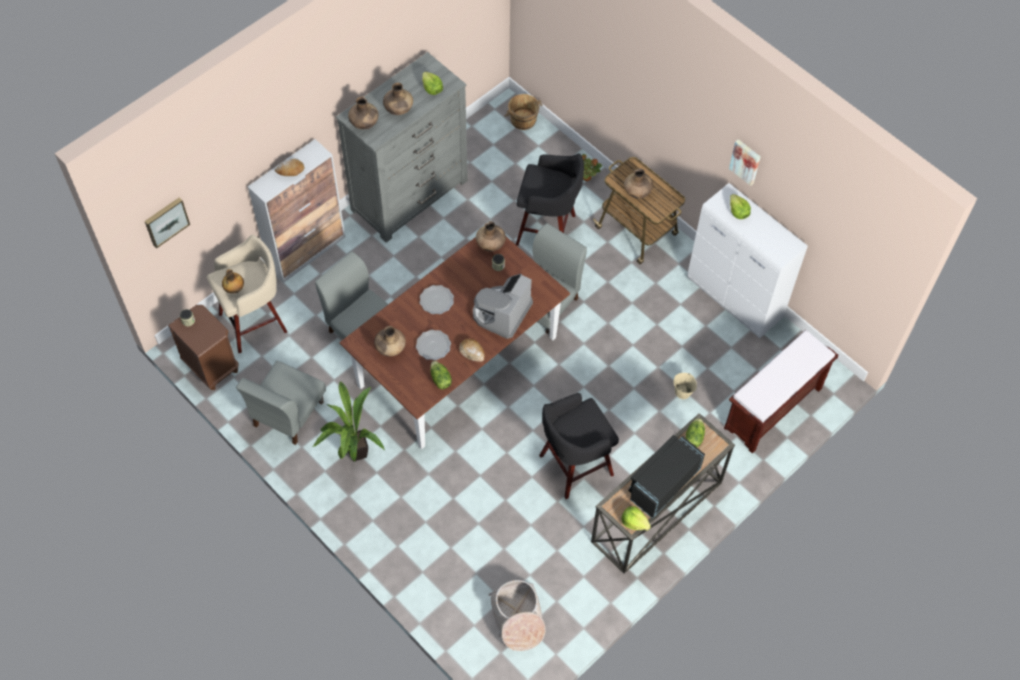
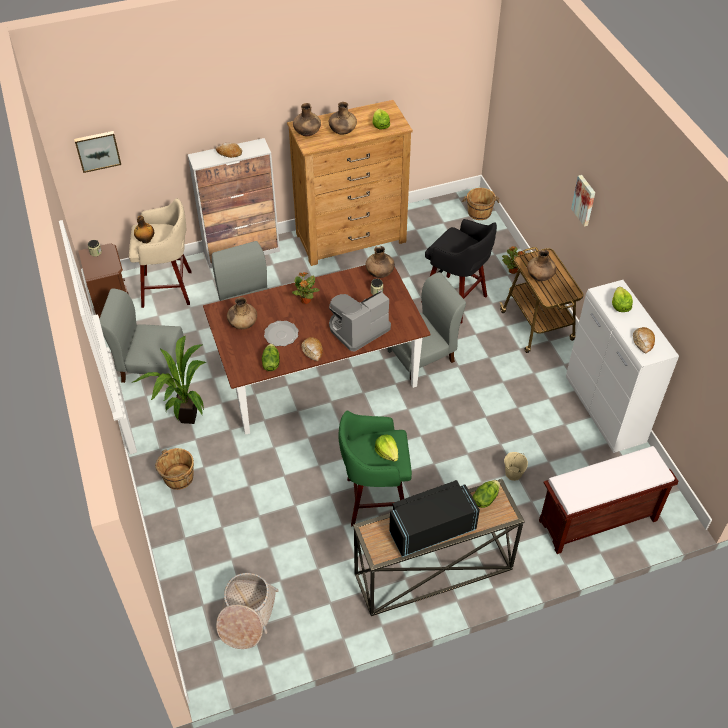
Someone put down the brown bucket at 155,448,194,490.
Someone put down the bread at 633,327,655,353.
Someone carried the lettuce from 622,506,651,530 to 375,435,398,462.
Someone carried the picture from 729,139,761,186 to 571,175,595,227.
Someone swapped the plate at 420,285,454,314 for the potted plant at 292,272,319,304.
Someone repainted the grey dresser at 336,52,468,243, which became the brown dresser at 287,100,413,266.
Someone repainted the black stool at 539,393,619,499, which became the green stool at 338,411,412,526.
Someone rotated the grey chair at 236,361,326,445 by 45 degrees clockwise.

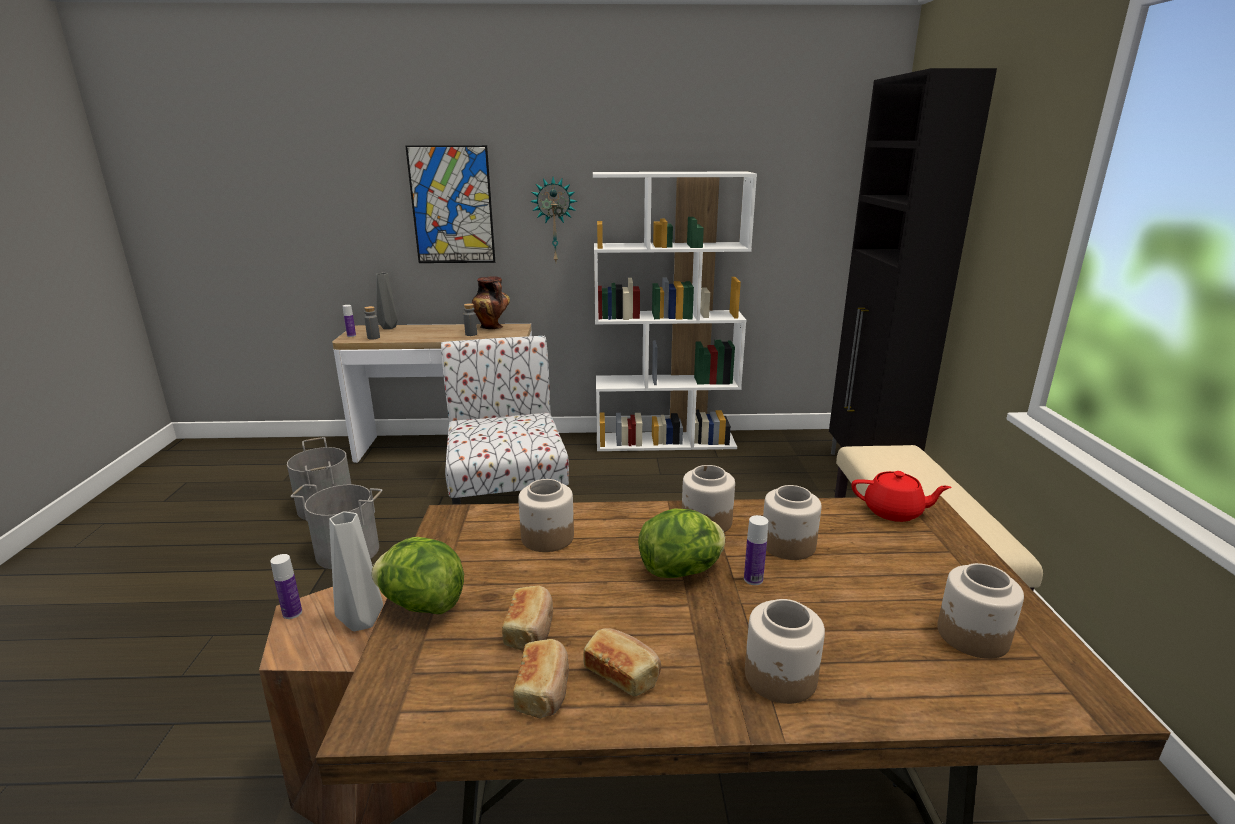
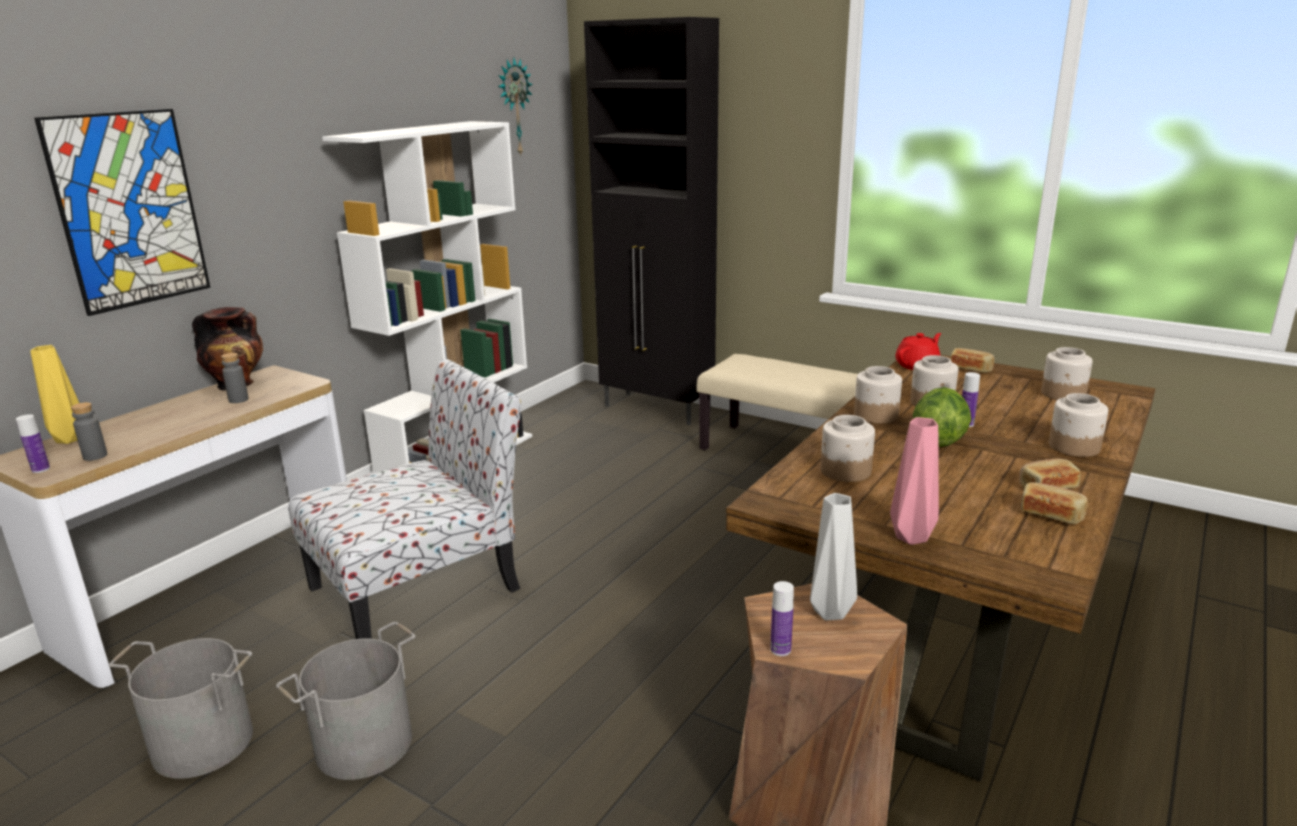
Someone carried the bread from 502,586,553,651 to 950,348,995,373.
Someone carried the wall clock from 530,177,577,262 to 498,58,533,157.
Someone swapped the lettuce at 371,537,464,614 for the pink vase at 890,417,939,545.
Someone repainted the grey vase at 376,273,397,329, which became the yellow vase at 30,345,79,444.
Someone rotated the chair at 441,335,569,505 by 120 degrees clockwise.

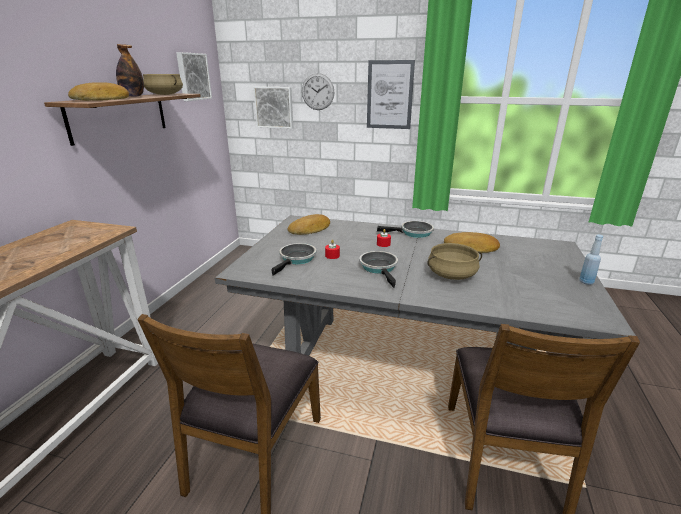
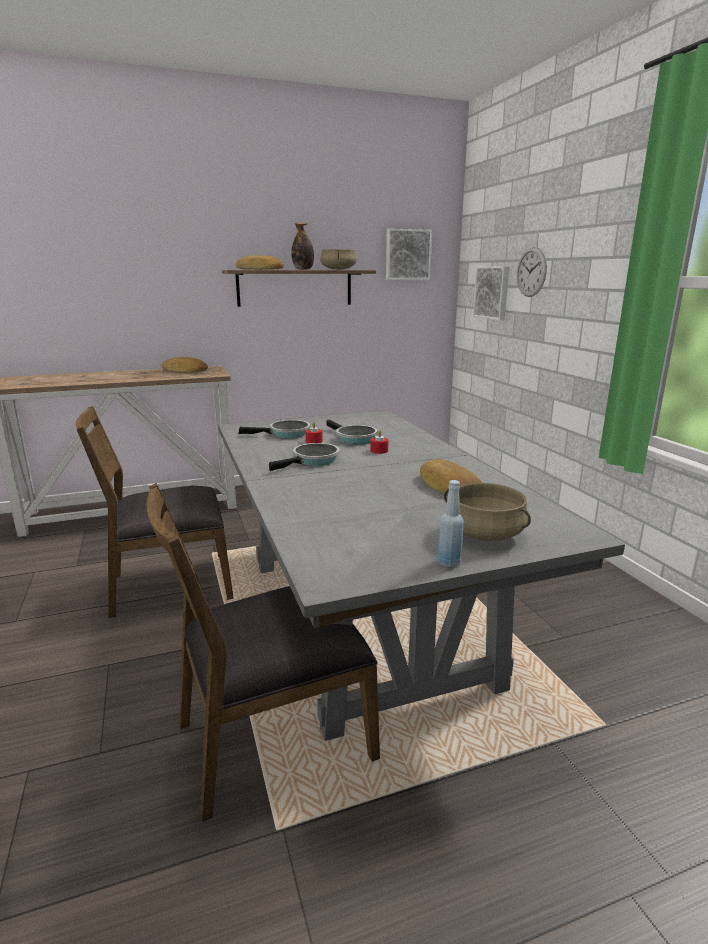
Someone took away the picture at 367,60,415,129.
Someone carried the bread from 288,214,330,235 to 162,357,208,373.
Someone carried the frying pan from 377,221,434,238 to 326,419,377,444.
Someone carried the beige cooking pot from 427,243,482,280 to 444,483,531,541.

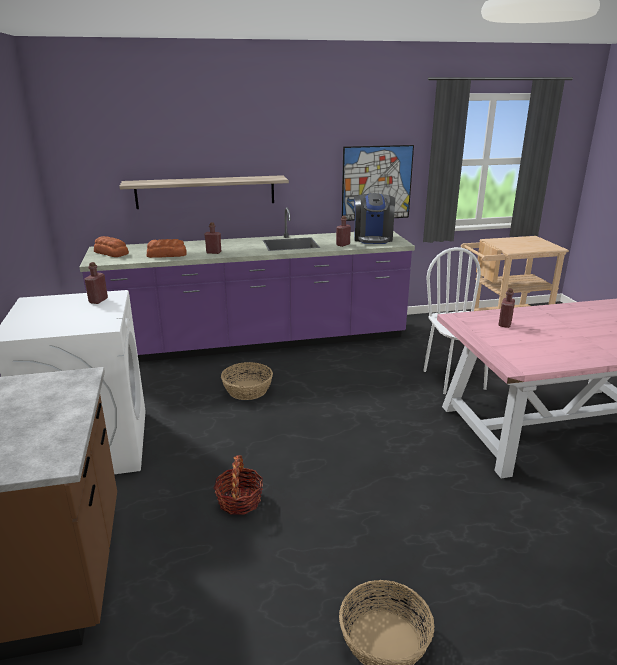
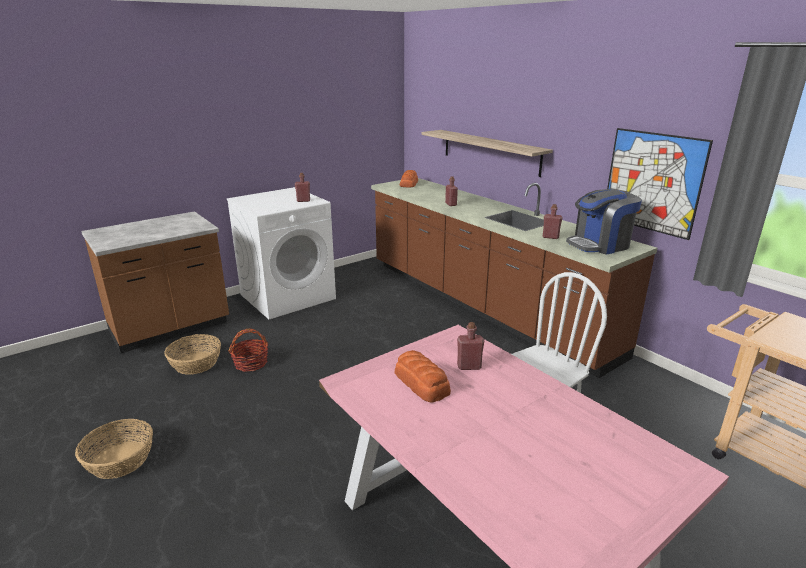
Someone carried the bread from 147,239,187,258 to 395,350,451,403.
Someone carried the basket from 221,362,273,400 to 164,334,221,375.
Someone repainted the purple counter at 79,207,415,362, which became the brown counter at 371,178,657,378.

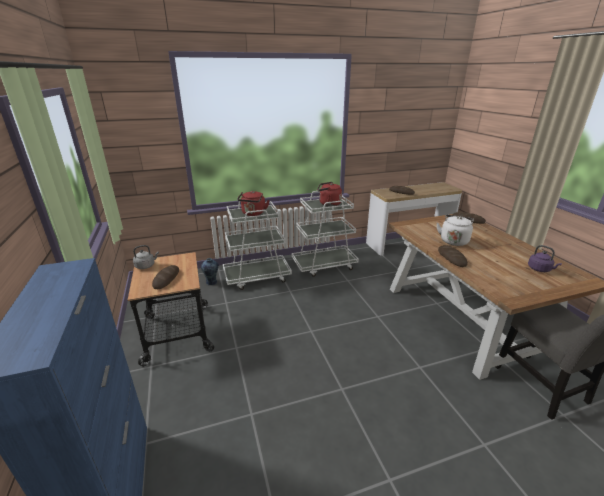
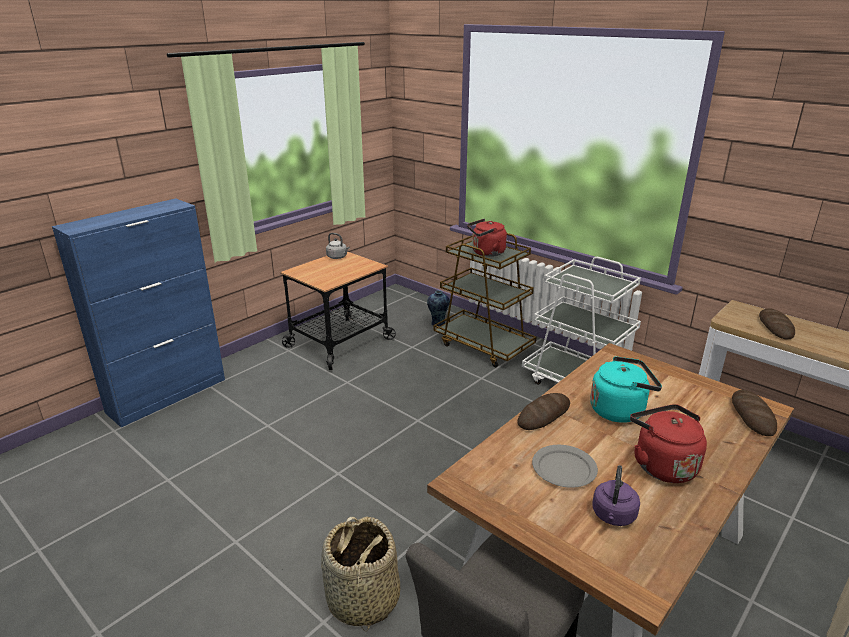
Someone took away the bread at 152,265,179,289.
Someone put down the basket at 321,516,400,631.
Someone put down the grey plate at 532,445,598,488.
Someone carried the red kettle from 317,182,342,206 to 630,404,707,483.
Someone repainted the white cart at 223,201,292,290, which became the brown cart at 433,233,537,367.
Someone repainted the white kettle at 437,215,474,246, which became the turquoise kettle at 590,356,662,423.

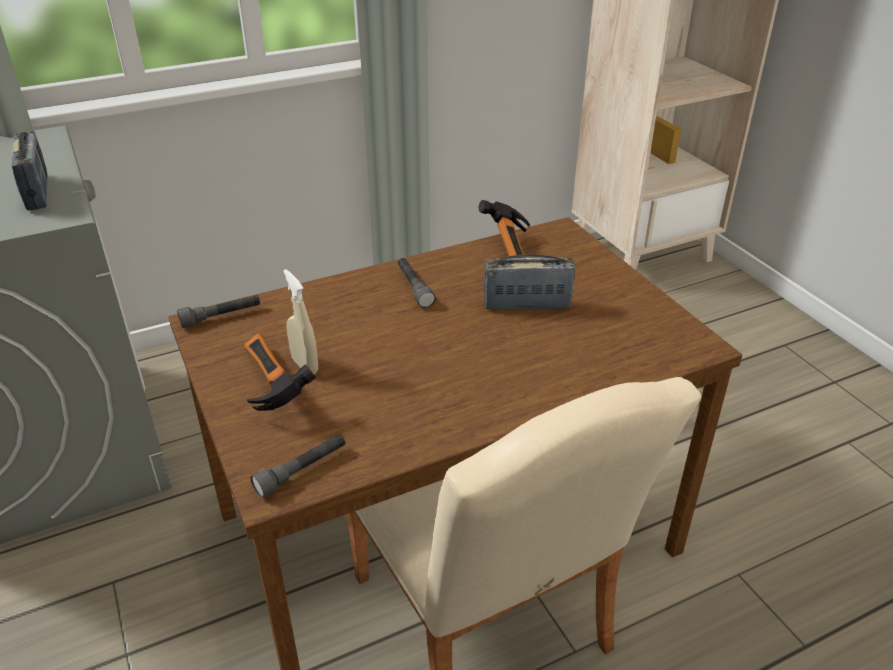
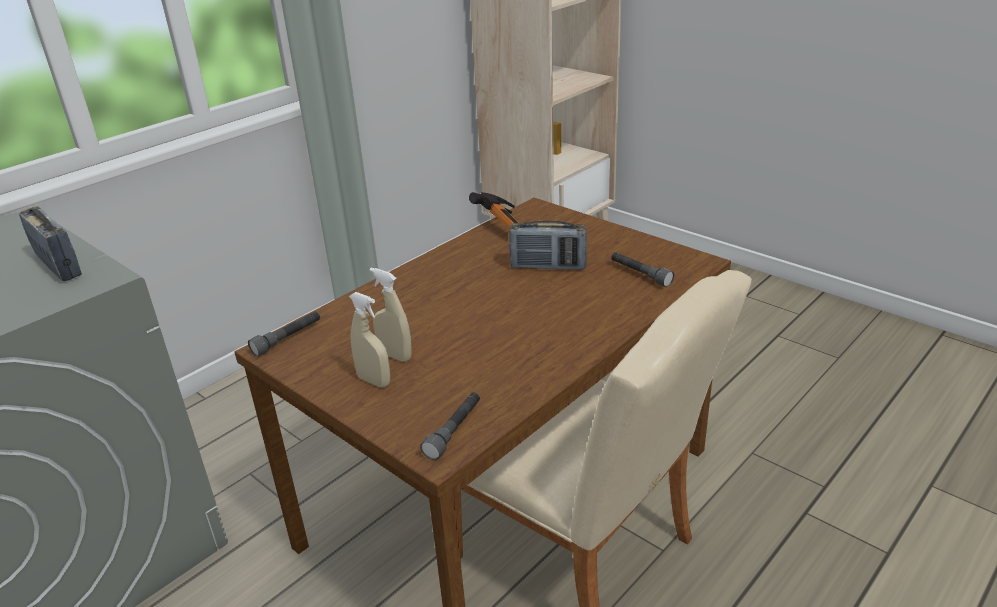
Someone carried the grey flashlight from 398,258,436,308 to 611,252,674,287.
Someone swapped the hammer at 244,333,316,411 for the beige spray bottle at 349,292,390,387.
Someone rotated the radio at 484,254,575,310 by 150 degrees counterclockwise.

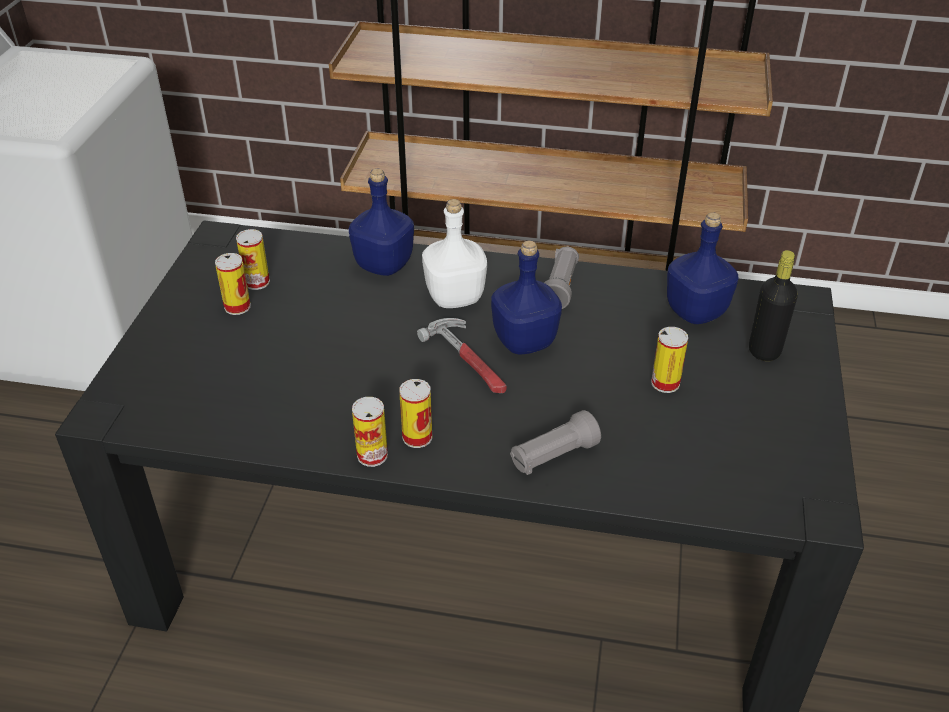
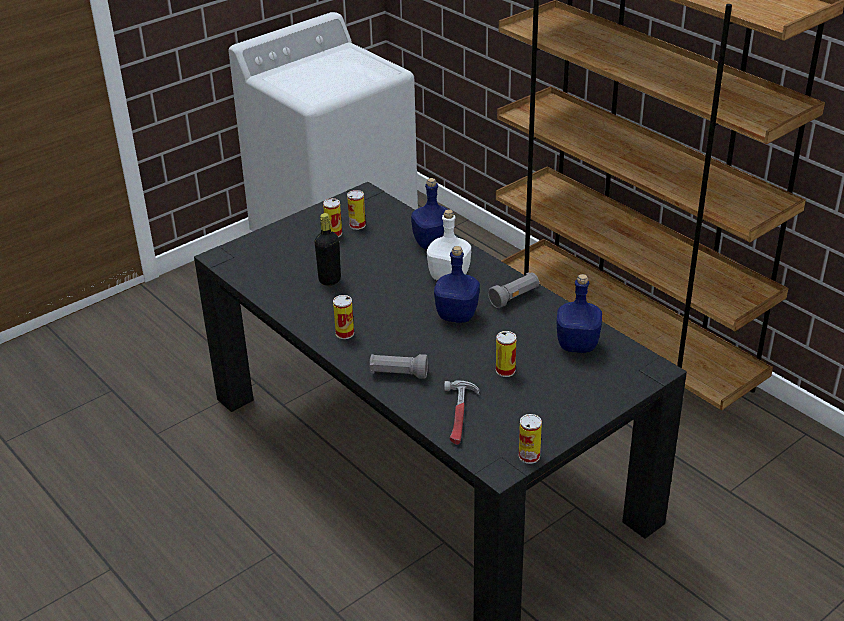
Someone carried the can from 352,397,388,467 to 519,414,542,464.
Someone carried the hammer from 417,318,507,393 to 444,380,479,445.
Someone carried the black bottle from 749,250,798,361 to 315,213,341,286.

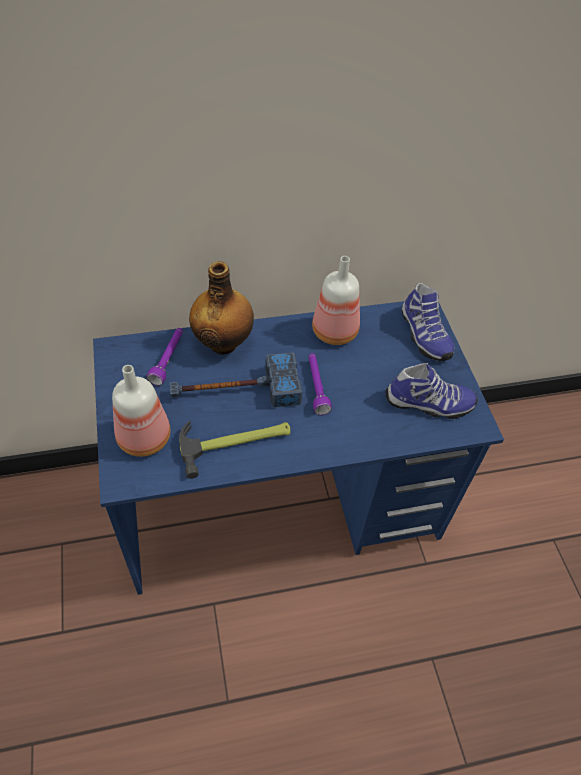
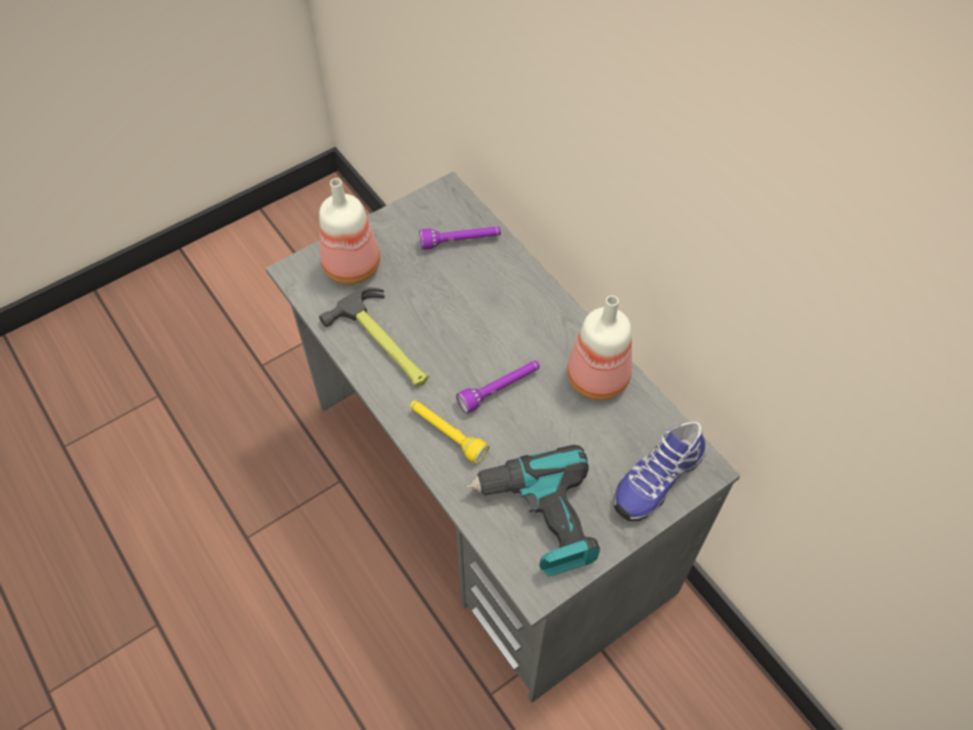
Someone took away the hammer at 170,352,303,407.
Someone took away the bottle at 189,261,254,355.
Someone put down the yellow flashlight at 410,400,490,464.
Someone swapped the shoe at 385,363,478,419 for the power drill at 466,445,600,576.
Someone repainted the blue desk at 93,301,504,595, which became the grey desk at 266,172,740,703.

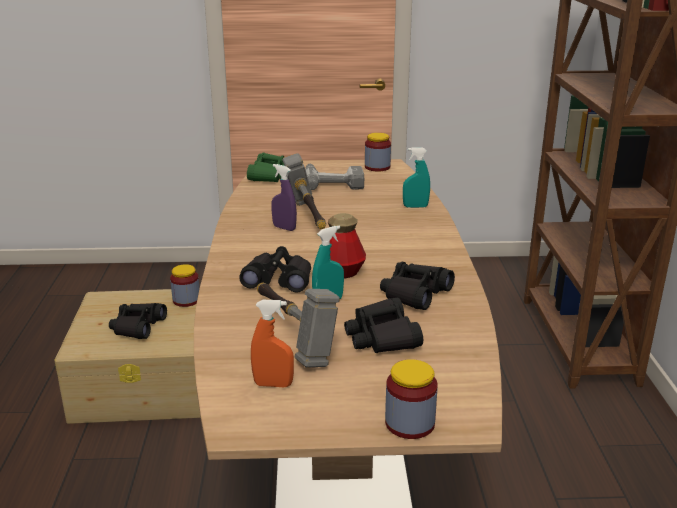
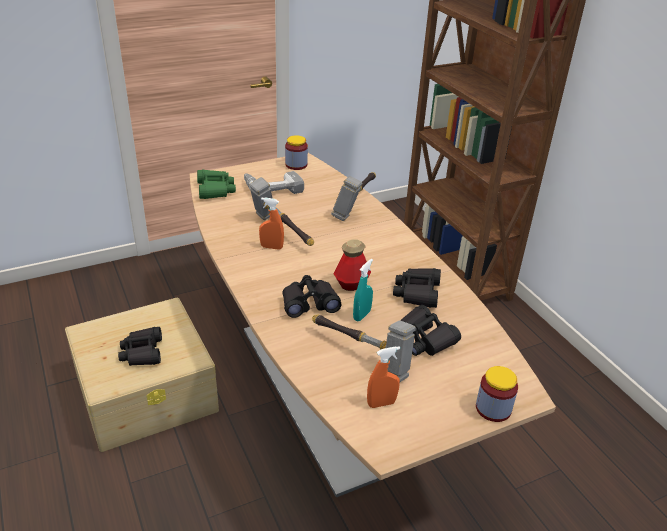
Someone took away the jar at 170,264,199,307.
Someone swapped the turquoise spray bottle at 403,147,430,208 for the hammer at 331,172,376,221.
Someone repainted the purple spray bottle at 272,164,297,231, which became the orange spray bottle at 259,197,284,250.

